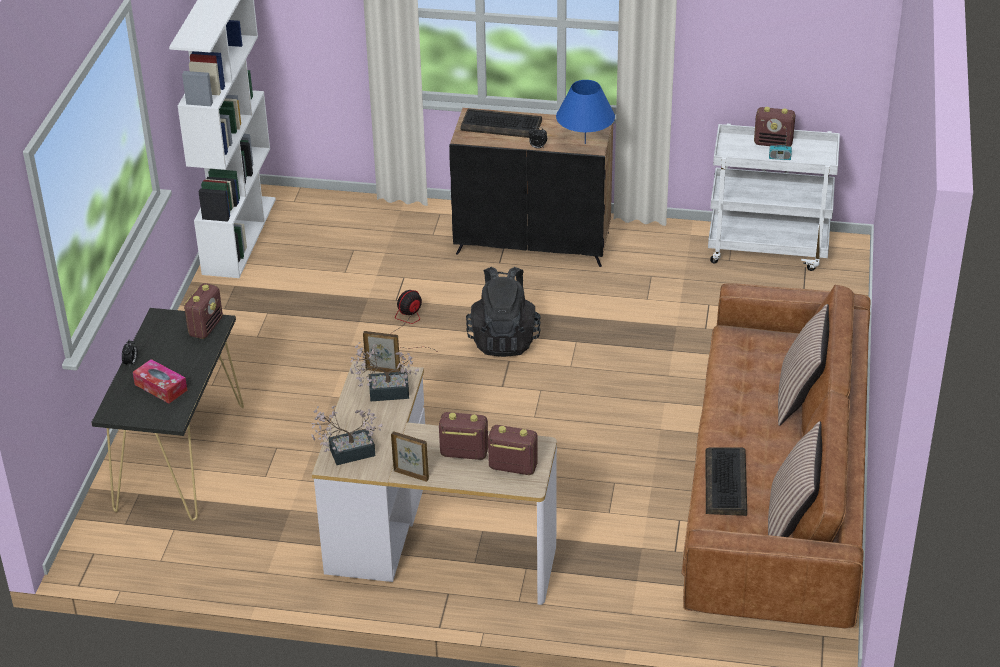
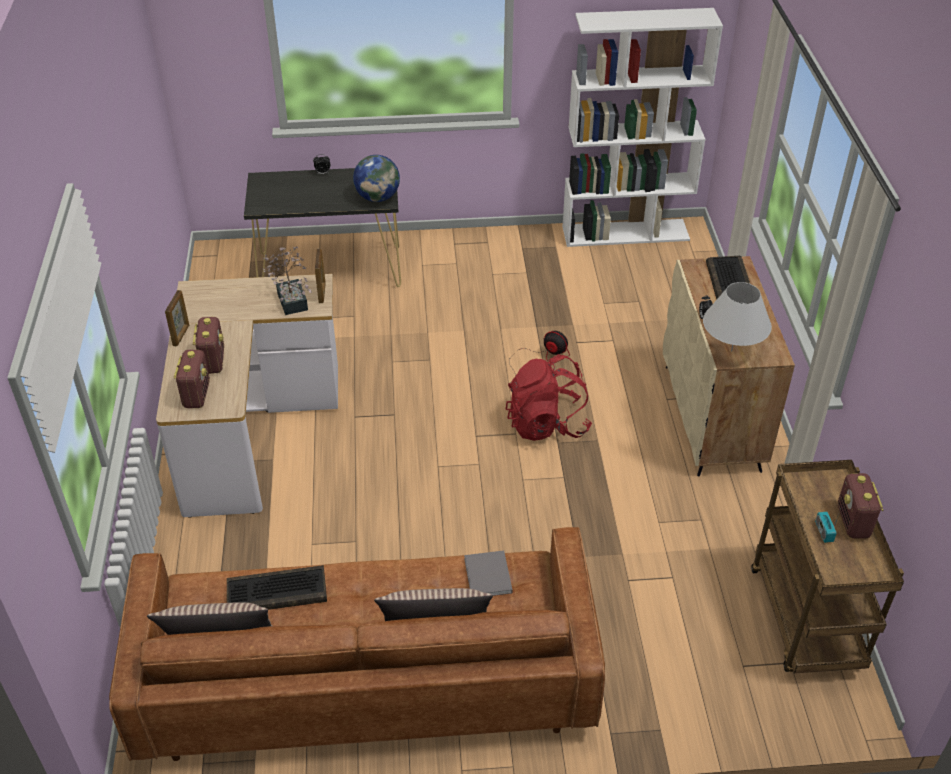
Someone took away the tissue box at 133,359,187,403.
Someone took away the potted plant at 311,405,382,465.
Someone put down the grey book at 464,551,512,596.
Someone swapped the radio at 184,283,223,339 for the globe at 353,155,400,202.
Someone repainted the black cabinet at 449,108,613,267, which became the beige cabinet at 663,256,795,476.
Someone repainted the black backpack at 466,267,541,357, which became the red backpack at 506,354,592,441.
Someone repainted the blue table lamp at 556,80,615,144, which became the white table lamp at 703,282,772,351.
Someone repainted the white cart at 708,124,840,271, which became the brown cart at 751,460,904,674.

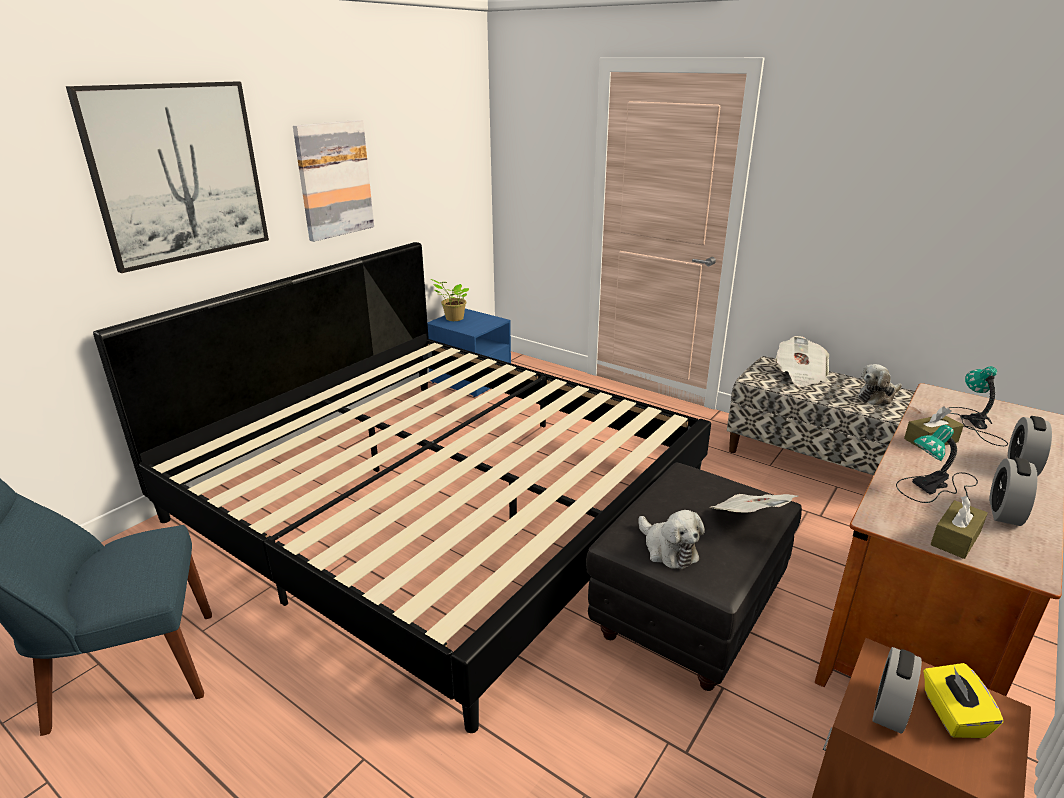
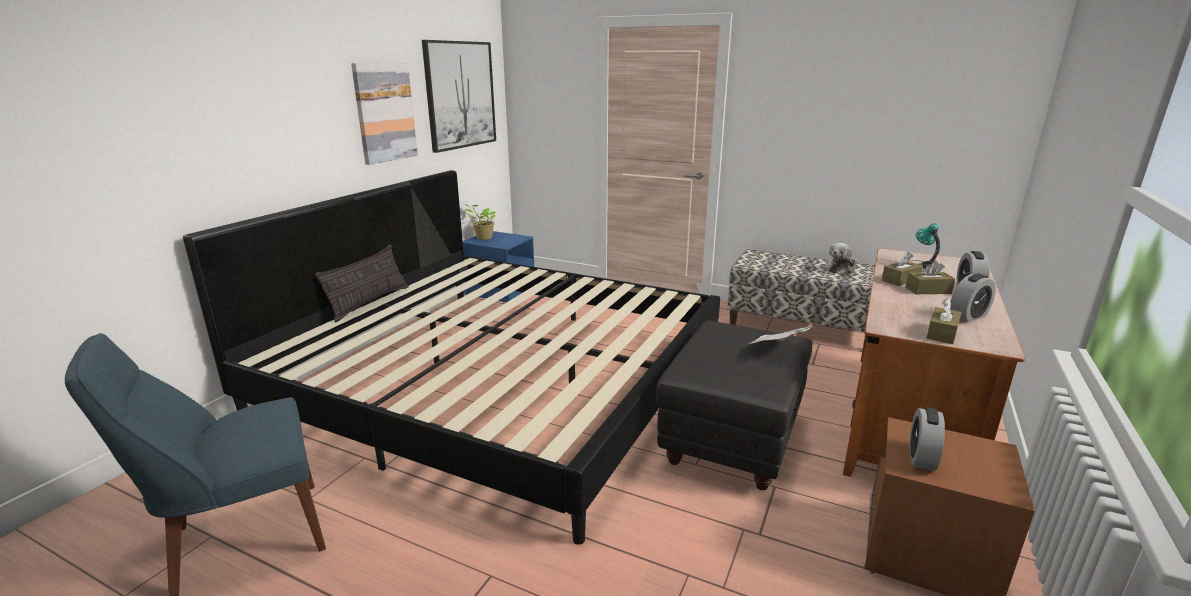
Someone took away the plush toy at 638,510,705,570.
Someone took away the newspaper at 775,336,829,387.
Someone took away the table lamp at 896,425,978,503.
Someone took away the yellow tissue box at 923,663,1003,738.
Someone put down the pillow at 315,245,409,322.
Someone put down the brown tissue box at 906,261,955,294.
Someone carried the picture from 66,82,269,273 to 422,40,496,153.
Someone rotated the alarm clock at 989,457,1038,526 by 135 degrees counterclockwise.

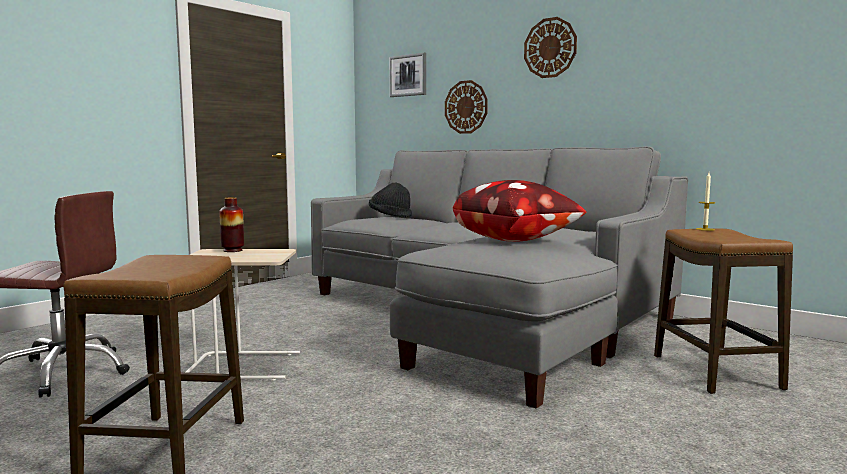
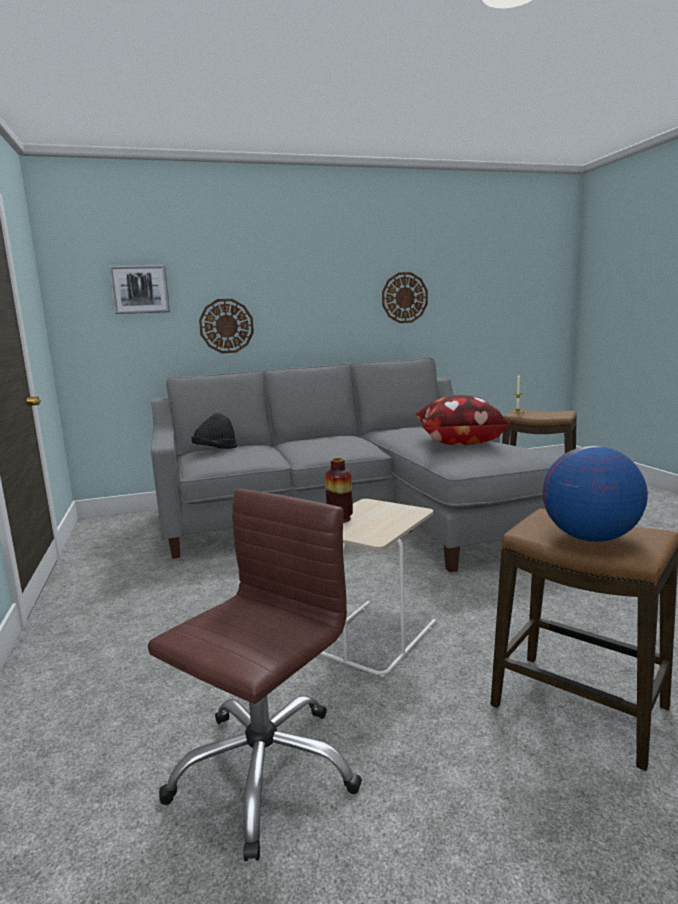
Someone put down the globe at 543,446,648,542.
Someone carried the wall clock from 524,17,577,78 to 382,272,428,323.

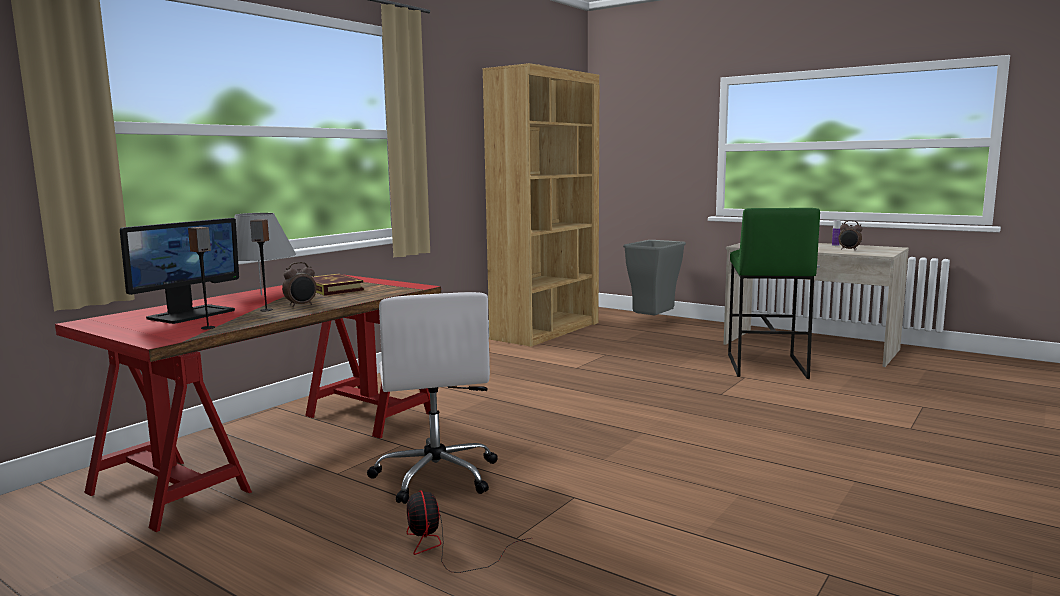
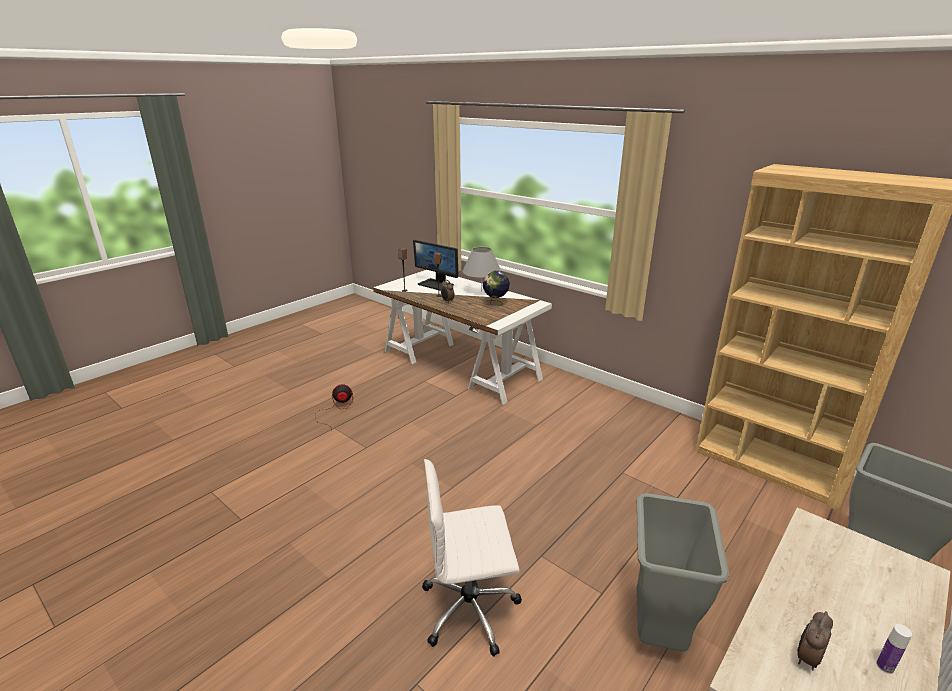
Someone carried the white office chair from 367,292,498,504 to 422,459,522,657.
Someone swapped the book at 312,274,364,295 for the globe at 483,271,510,306.
Someone swapped the green stool at 728,208,820,379 for the grey trash can at 637,493,730,651.
Someone repainted the red desk at 55,275,441,532, which became the white desk at 373,270,552,405.

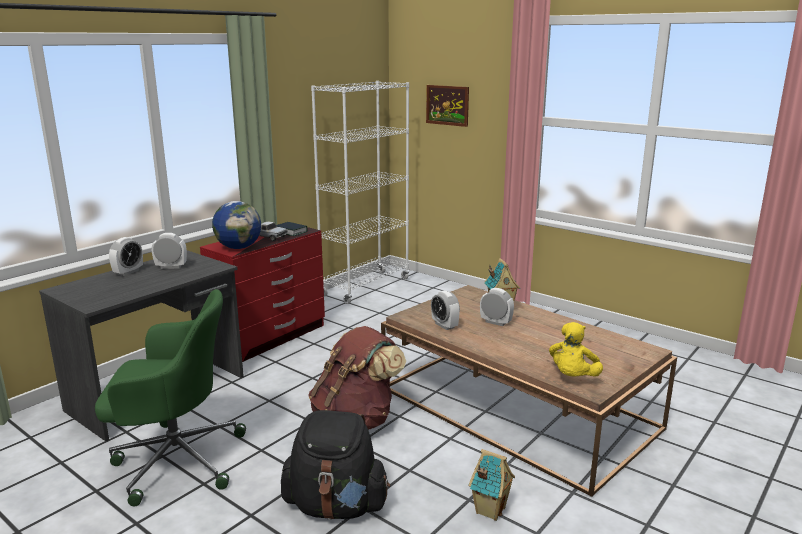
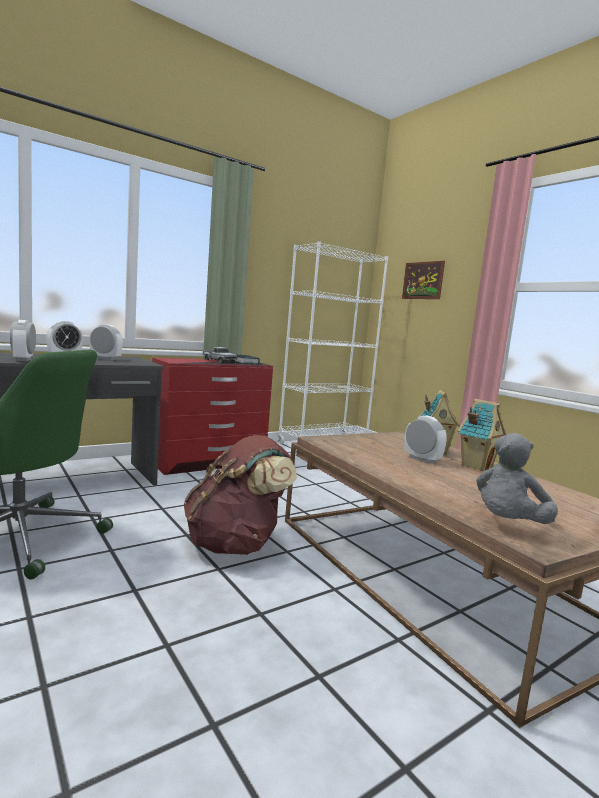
Someone took away the globe at 212,201,261,249.
Someone took away the black backpack at 281,410,390,520.
Someone carried the alarm clock from 431,290,460,330 to 10,320,36,362.
Someone carried the toy house from 468,449,515,521 to 457,399,506,471.
Someone repainted the yellow plush toy at 549,322,603,377, which became the grey plush toy at 476,433,558,524.

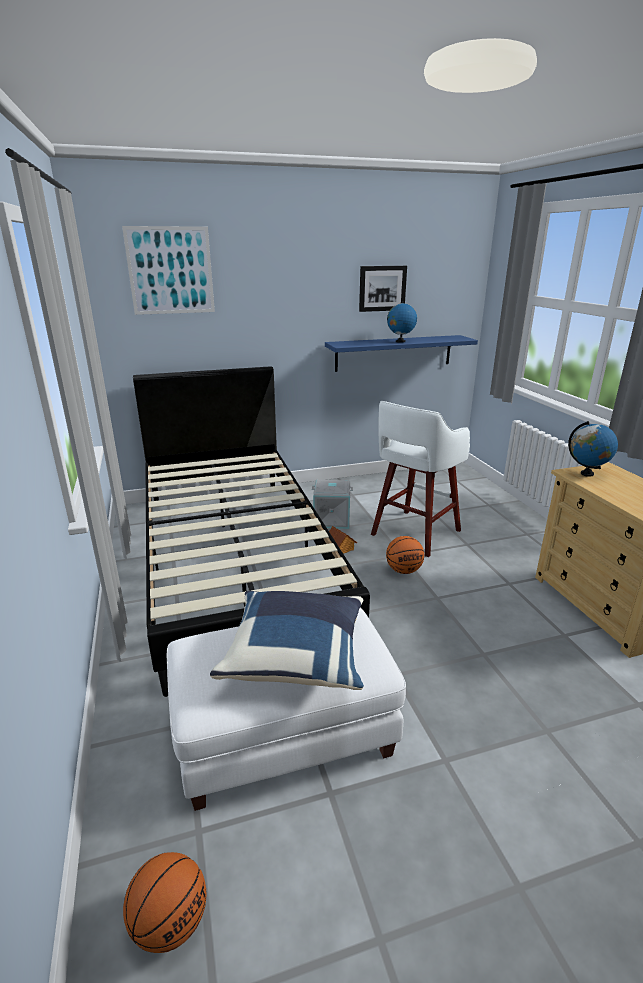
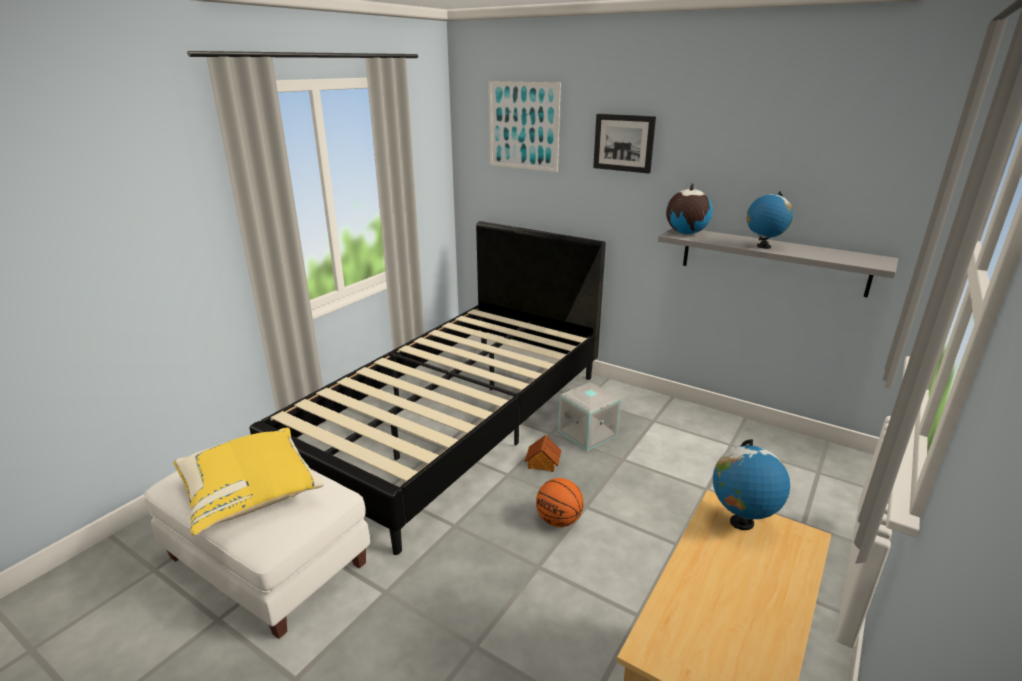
Someone took away the basketball at 123,852,206,953.
Someone took away the white stool at 371,401,470,557.
Someone put down the globe at 666,183,713,234.
Someone carried the picture from 359,266,407,312 to 593,114,656,173.
Someone repainted the blue pillow at 210,591,364,690, which became the yellow pillow at 174,428,324,536.
Someone repainted the blue shelf at 325,335,478,372, which became the grey shelf at 658,228,898,297.

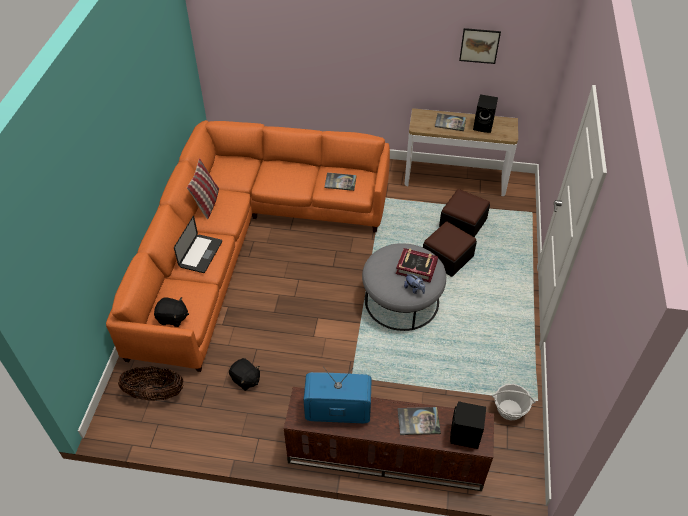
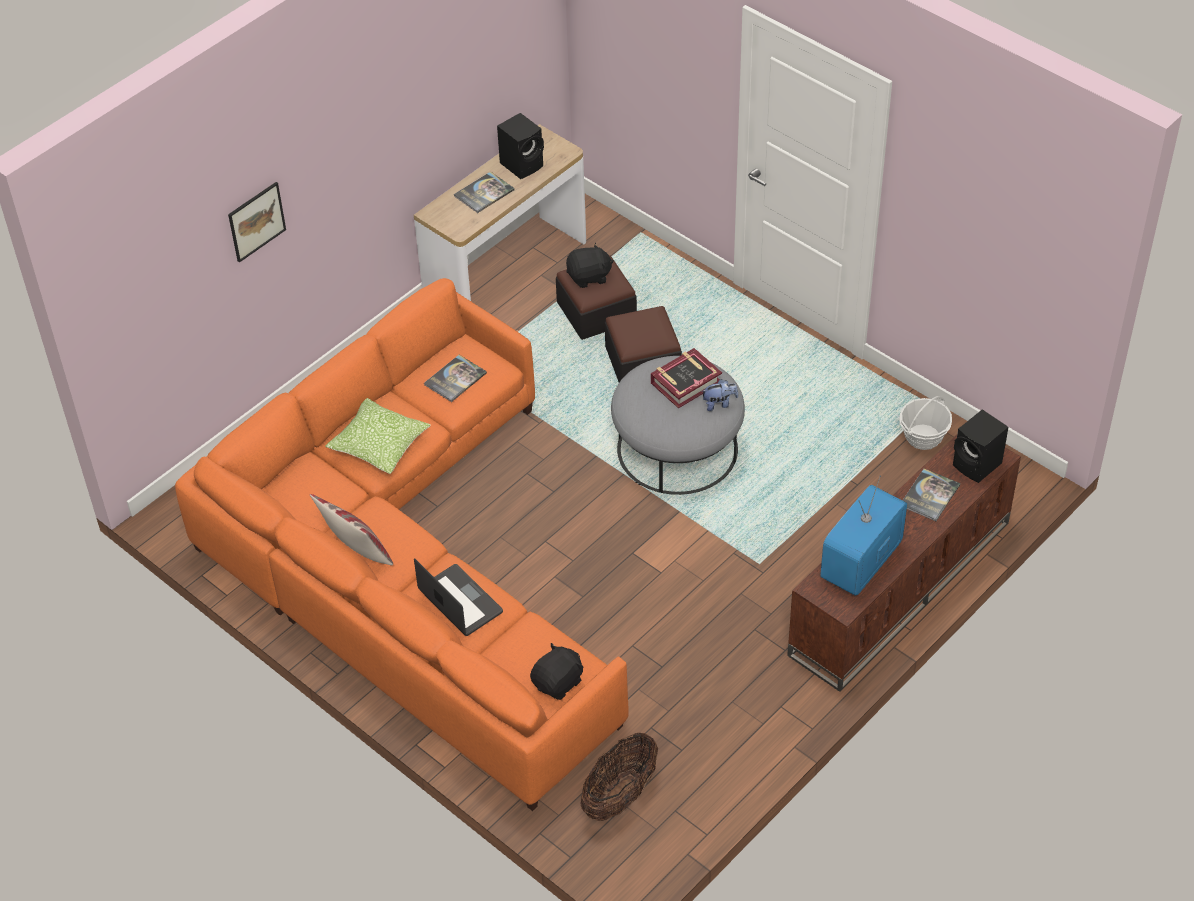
Someone put down the pillow at 326,398,431,474.
Someone carried the black plush toy from 229,358,260,391 to 566,243,614,288.
Someone carried the picture from 459,28,501,64 to 228,182,286,262.

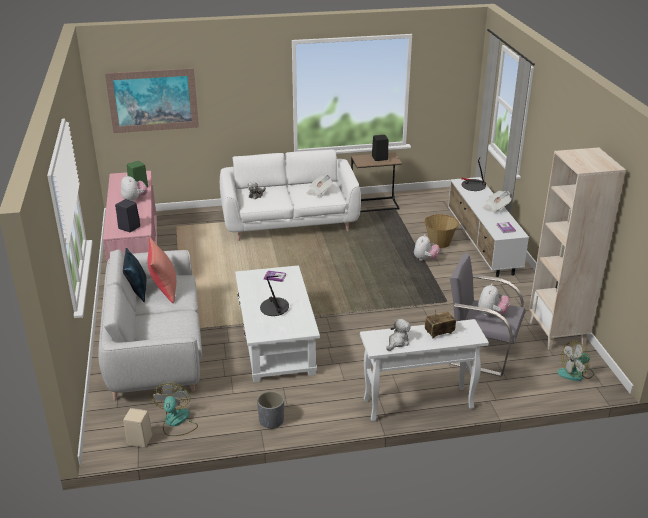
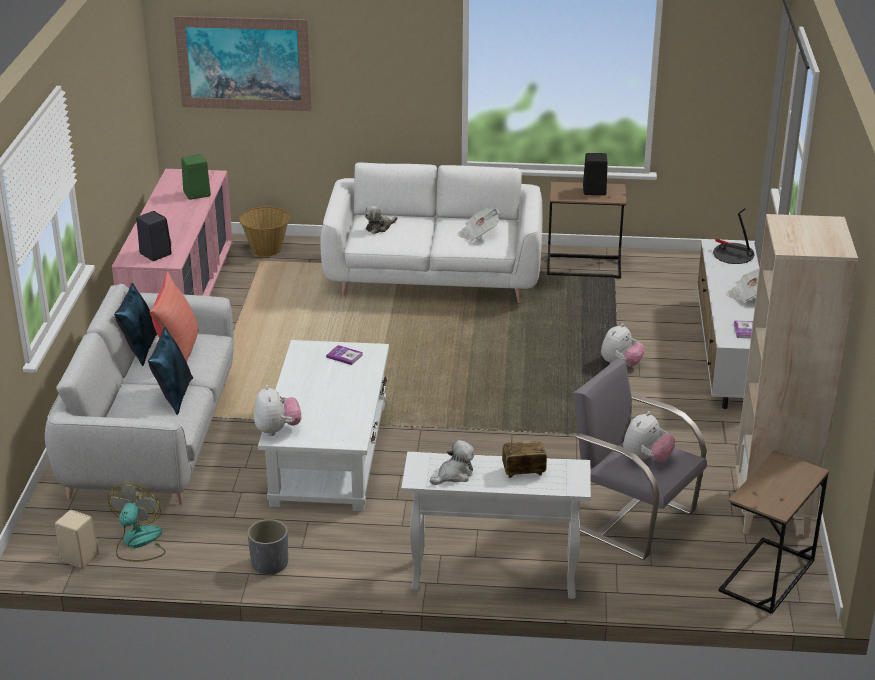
Someone took away the table lamp at 260,276,289,316.
Someone put down the blue pillow at 148,327,193,415.
Someone carried the plush toy from 121,174,148,202 to 254,385,301,436.
Someone carried the basket from 424,214,459,248 to 239,207,290,257.
Someone swapped the fan at 557,341,594,381 for the brown side table at 719,450,829,614.

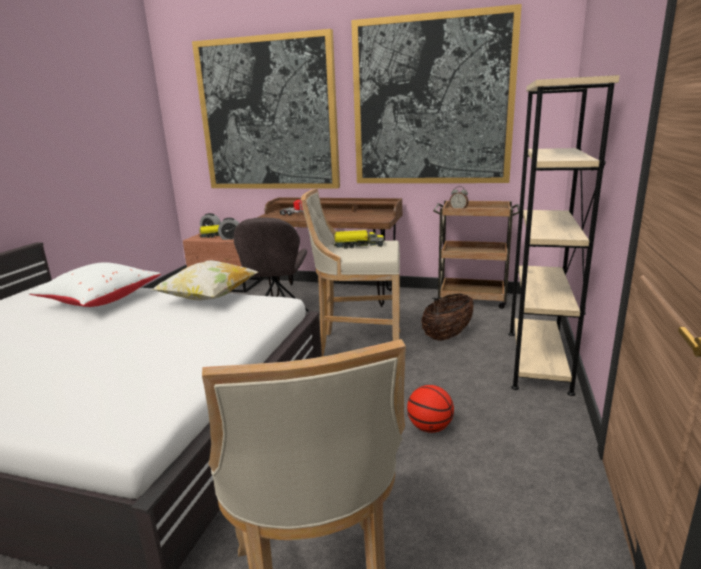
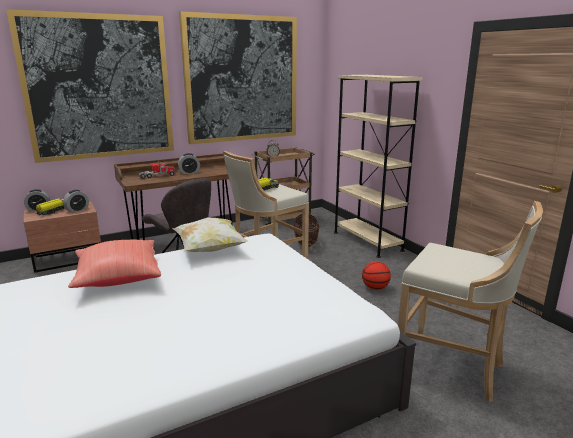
Someone put down the alarm clock at 178,153,200,174.
Someone repainted the white pillow at 28,262,161,307, which became the red pillow at 68,240,161,288.

